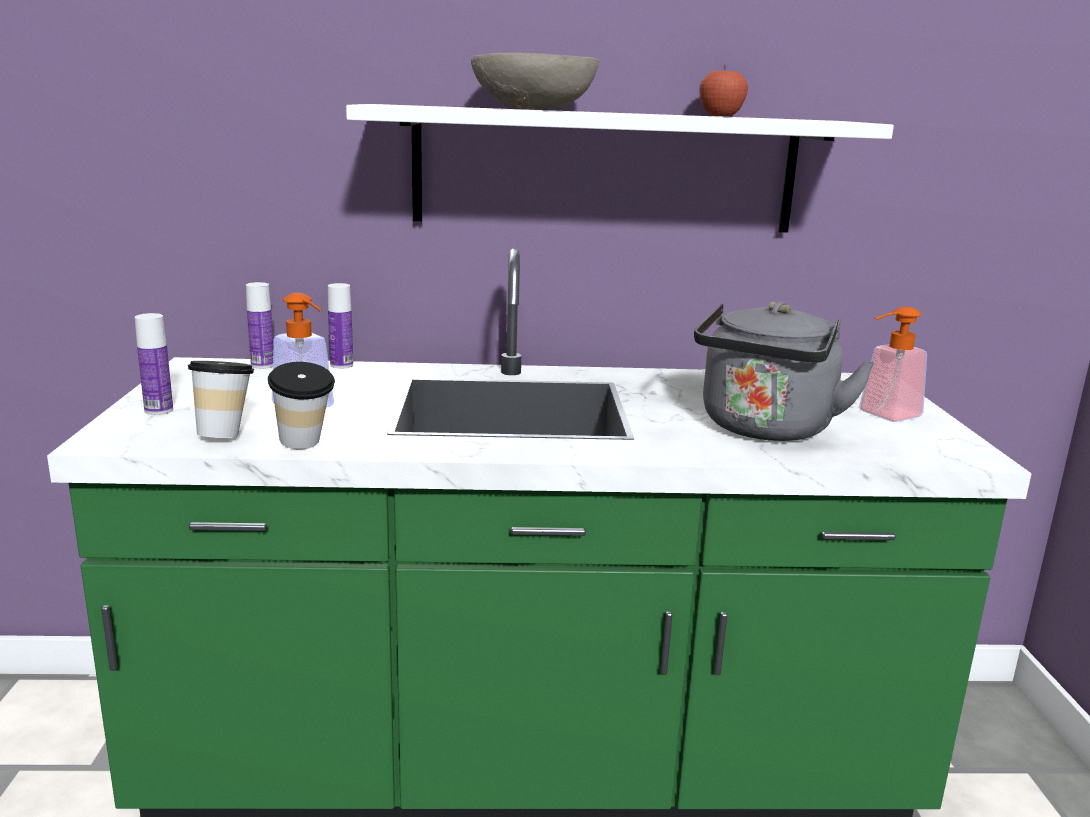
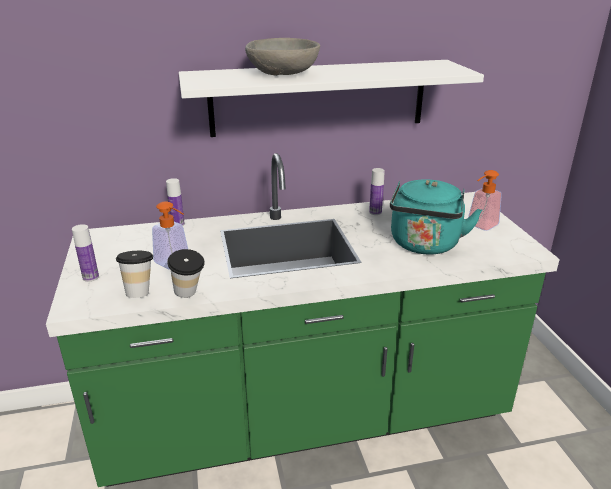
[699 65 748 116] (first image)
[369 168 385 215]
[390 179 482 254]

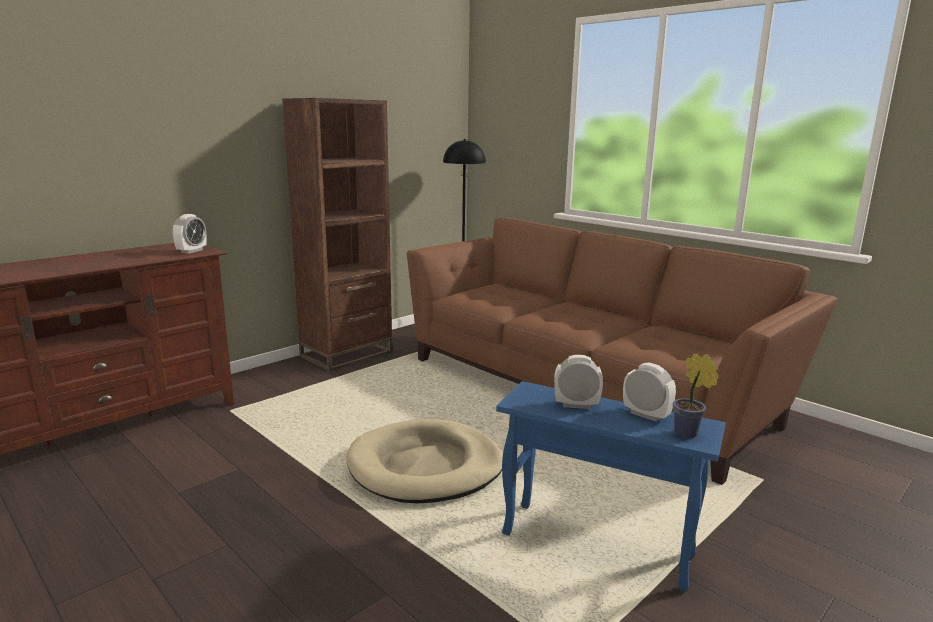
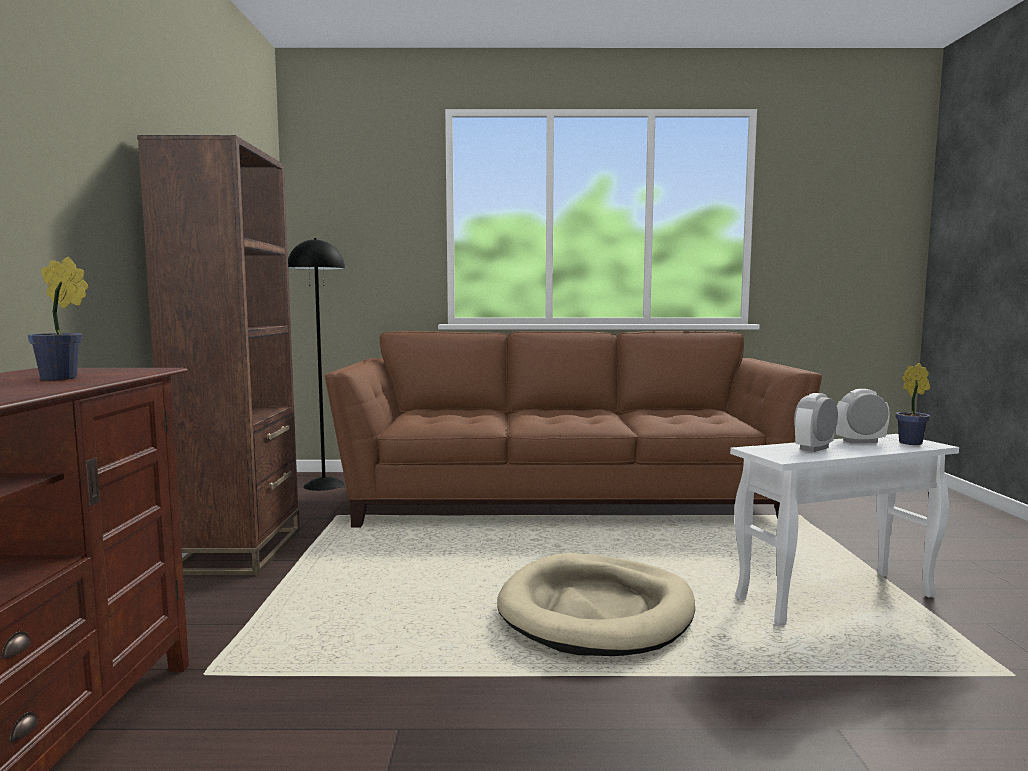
[173 214 207 254] (first image)
[28 257 89 380]
[730 434 959 626]

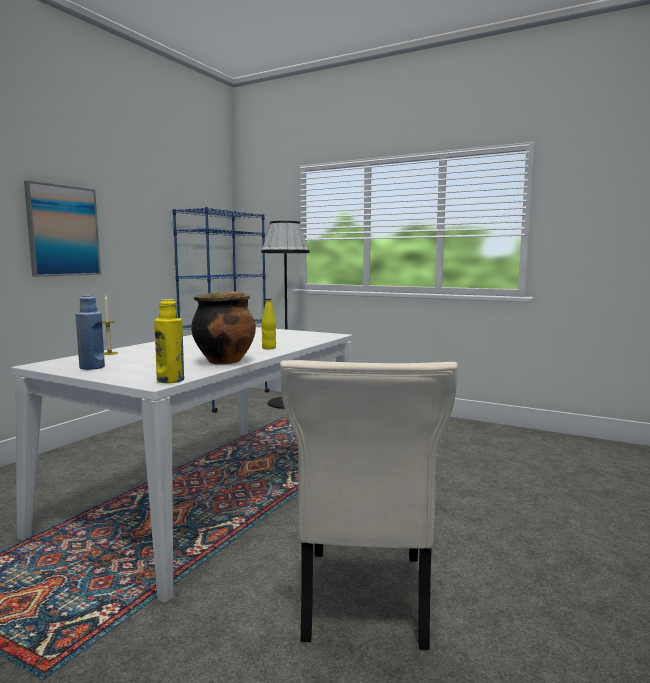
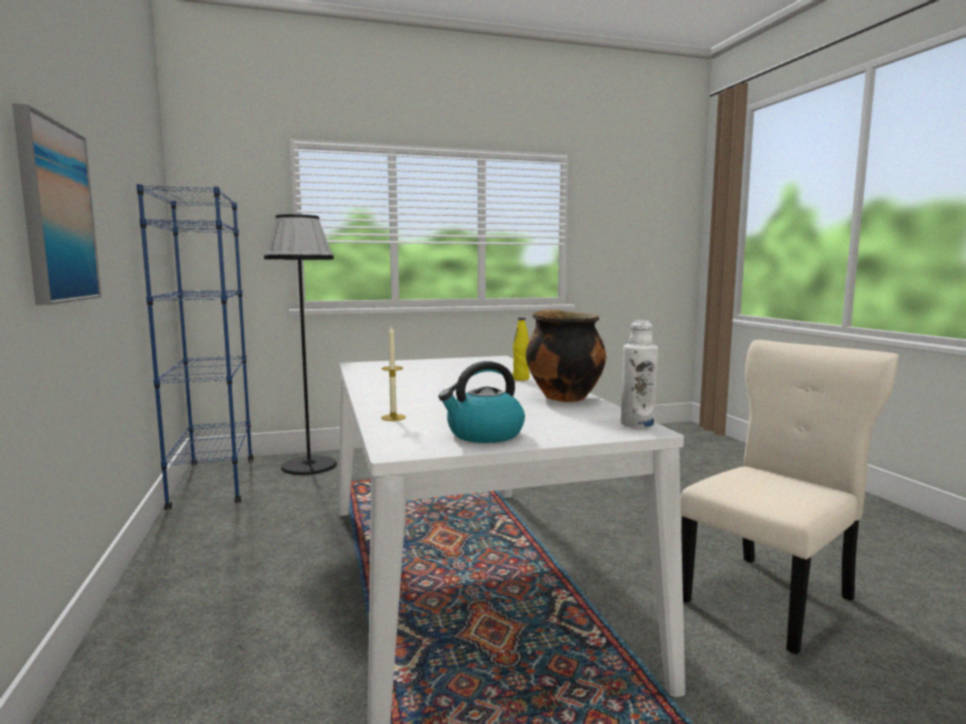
[438 361 525 443]
[621 320 658 428]
[681 340 899 655]

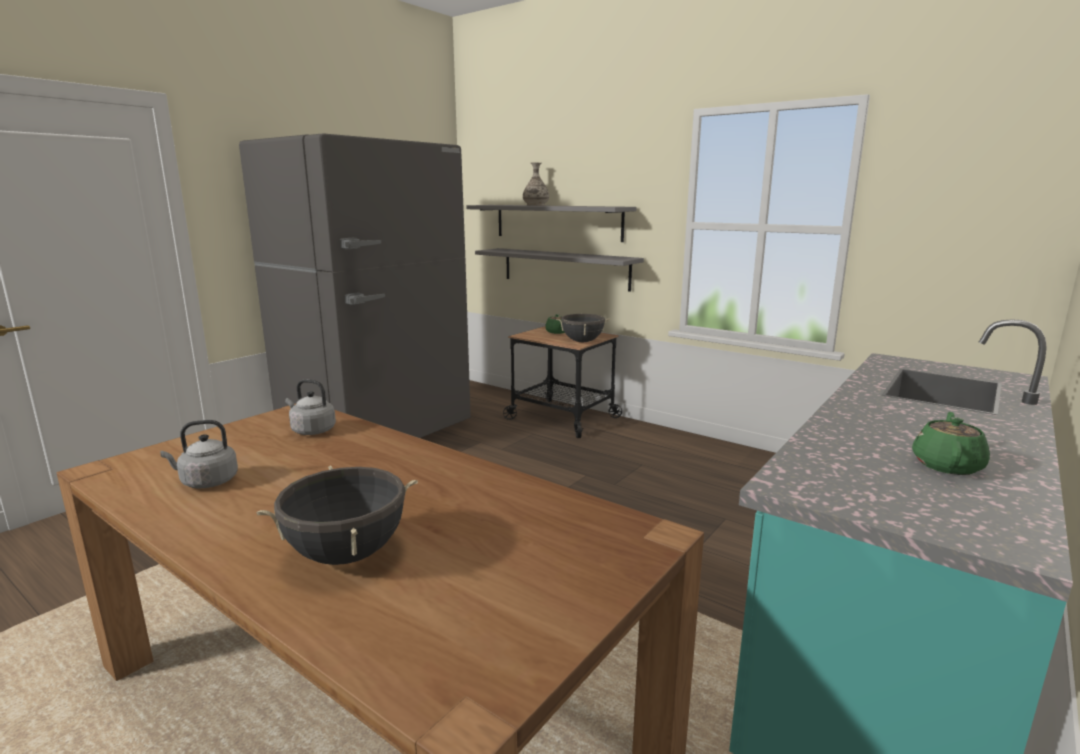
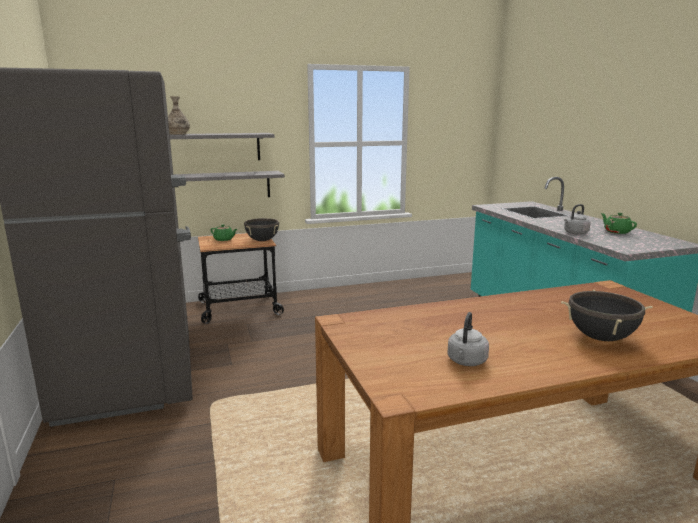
[564 204 591 235]

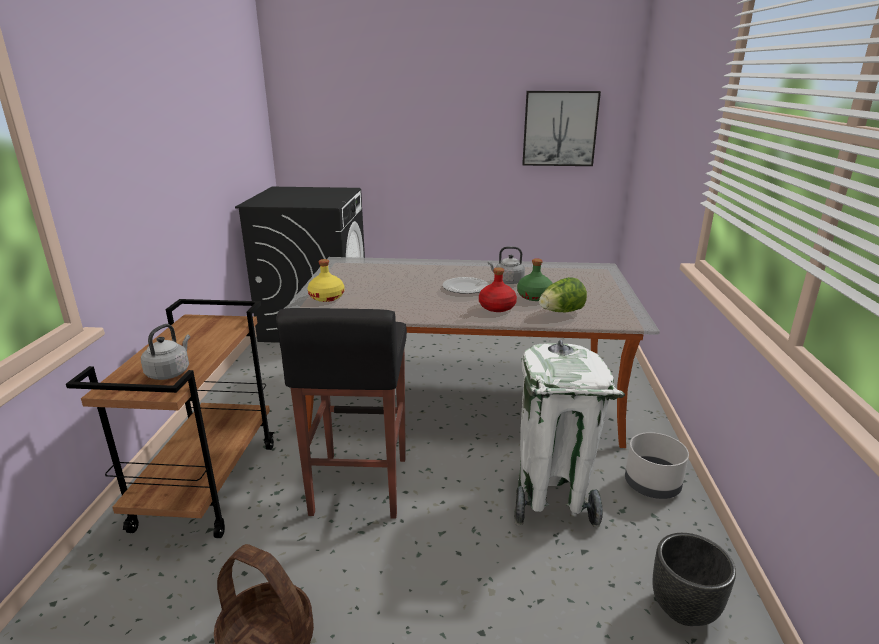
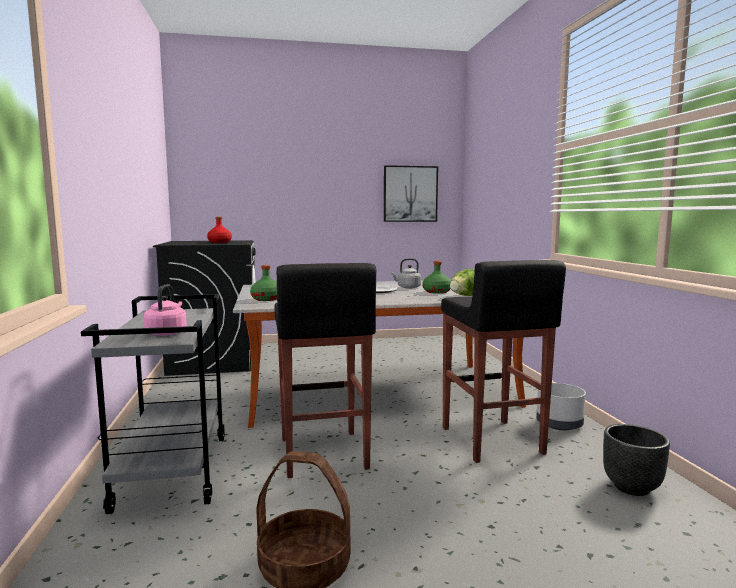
[207 217 232 243]
[441 260 566 463]
[81 294 225 514]
[144 284 187 336]
[250 265 277 301]

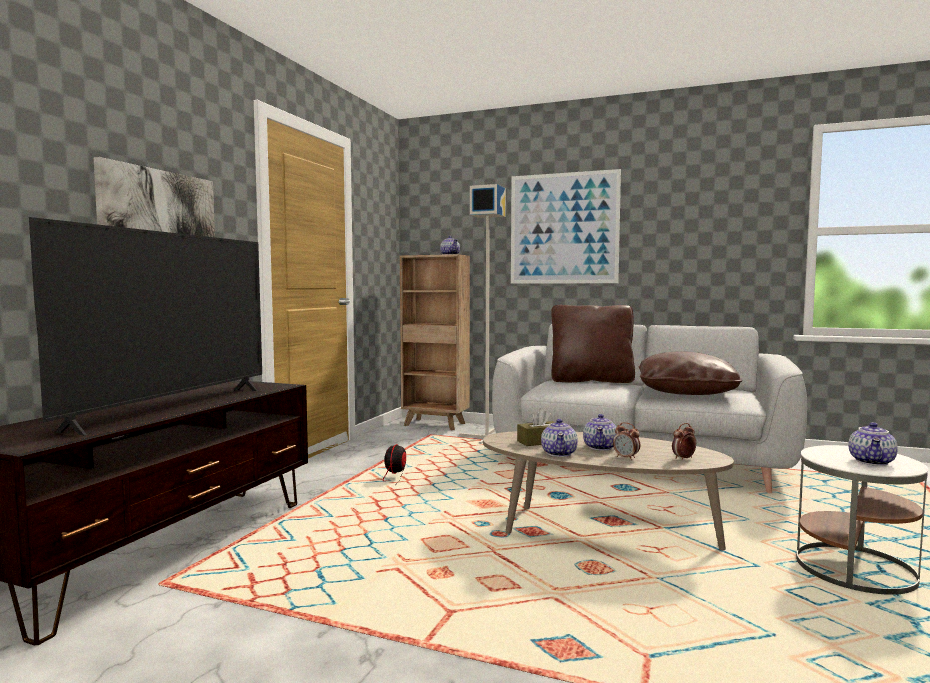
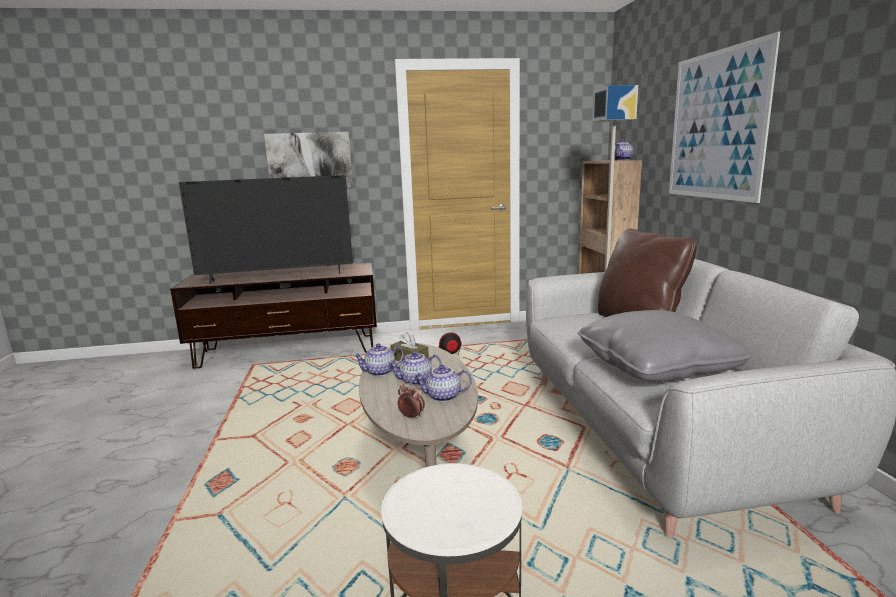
[613 422 640 460] (first image)
[414 365 472 402]
[578 310 752 382]

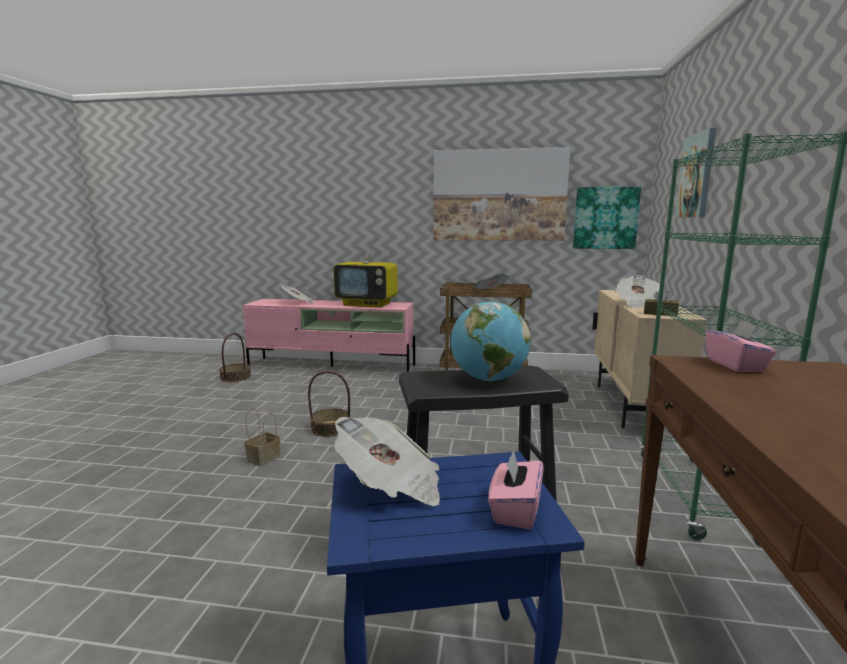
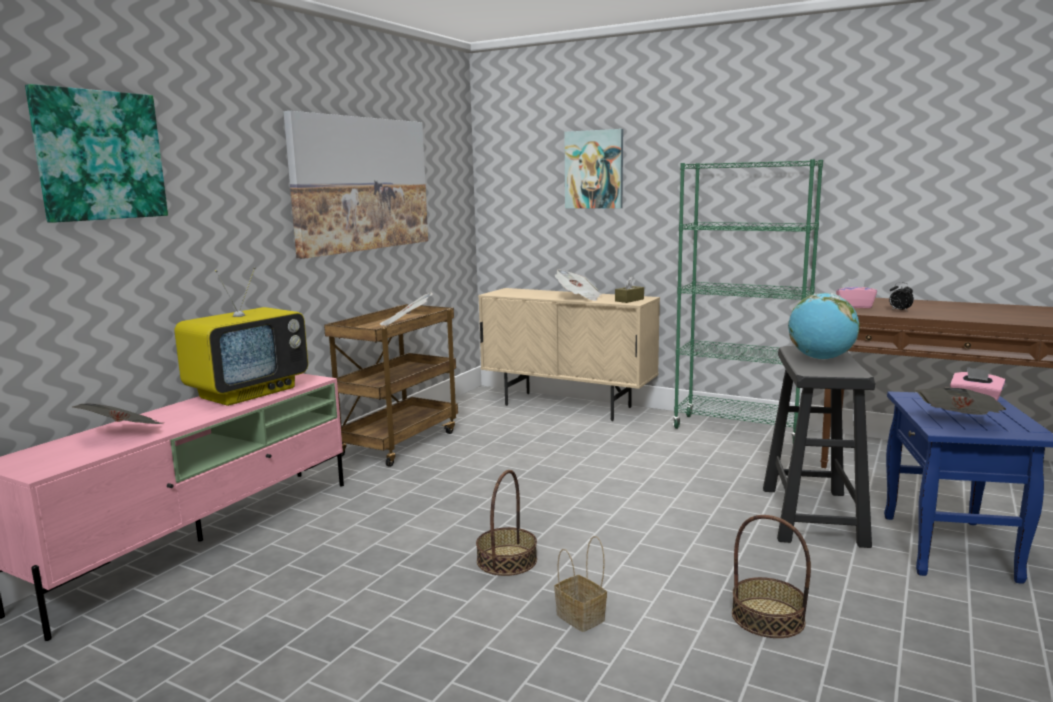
[889 282 914 311]
[732 515 811 638]
[25 84 168 223]

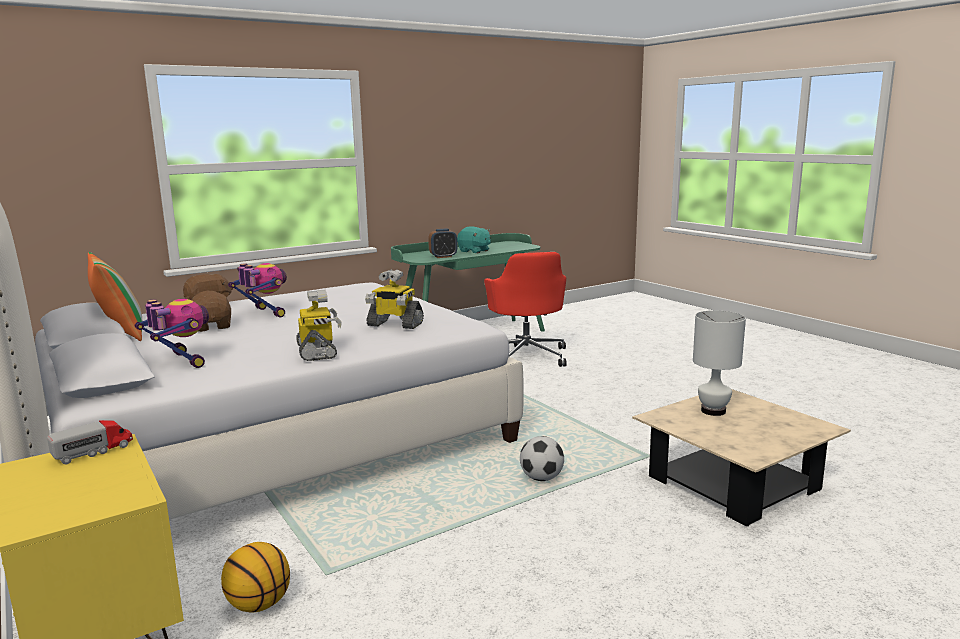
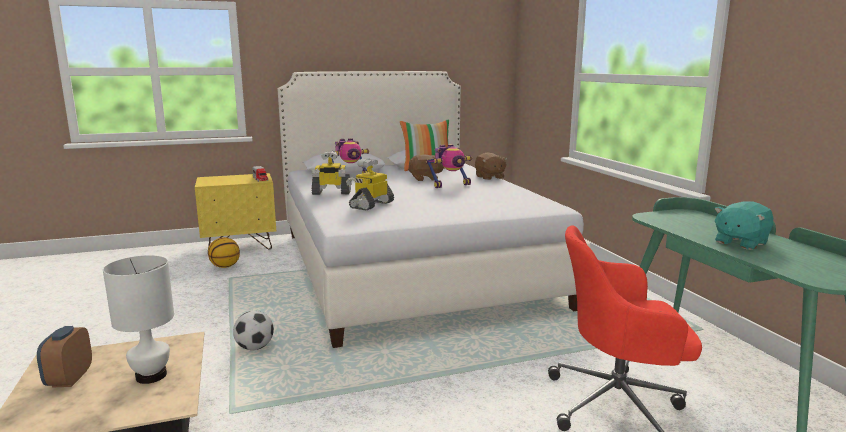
[37 326 92 387]

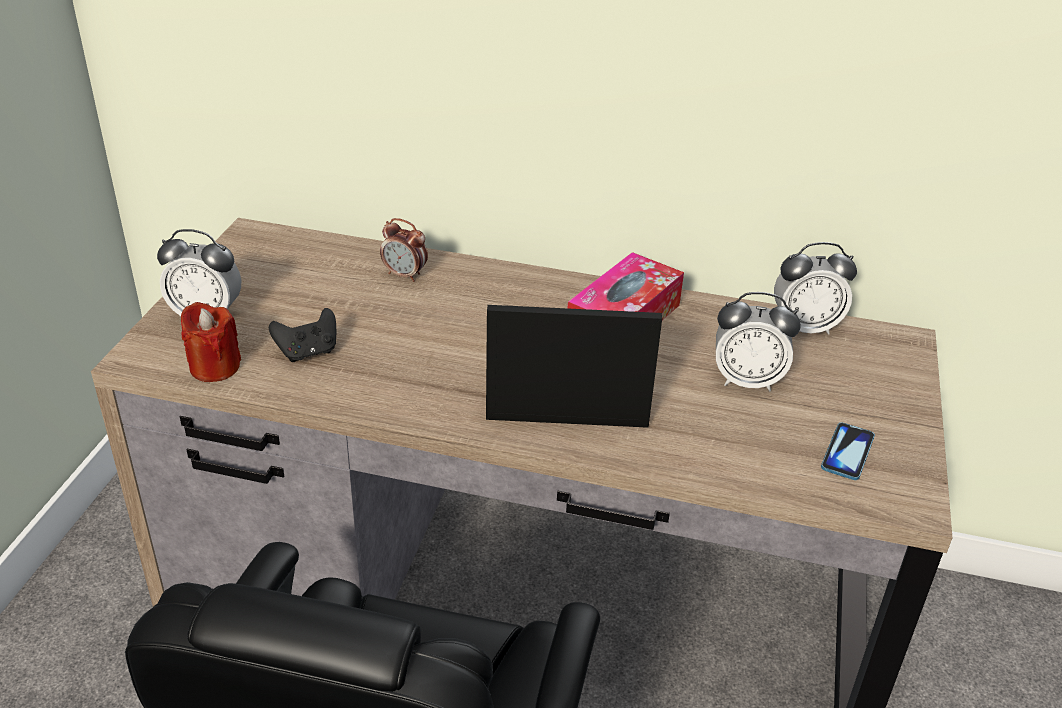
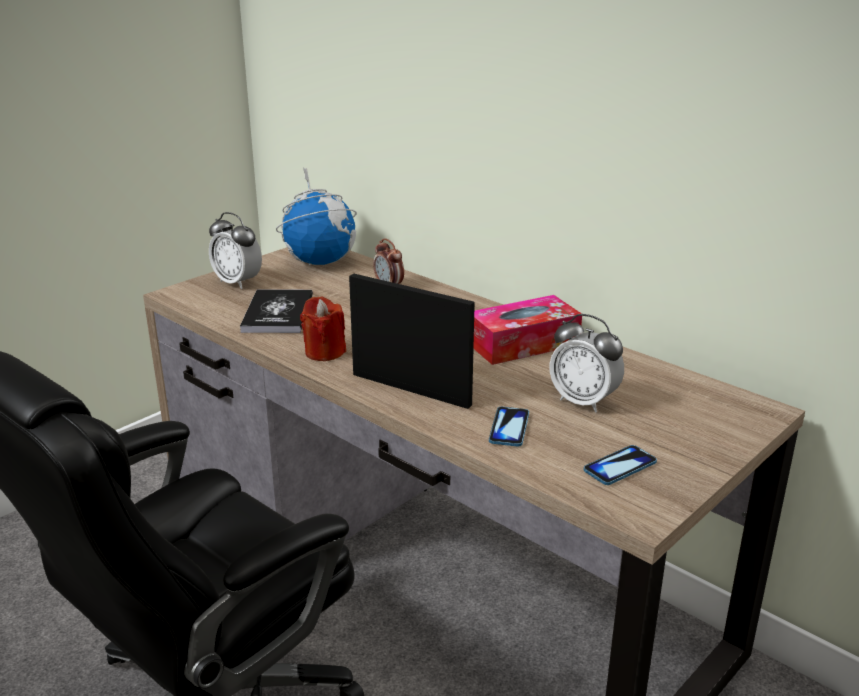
[774 242 857 334] (first image)
[276 167 357 265]
[489 407 529 447]
[300 296 346 361]
[240 289 313 333]

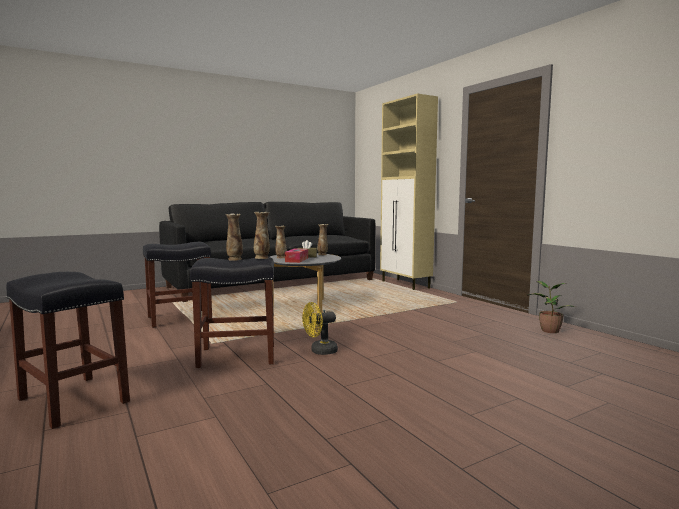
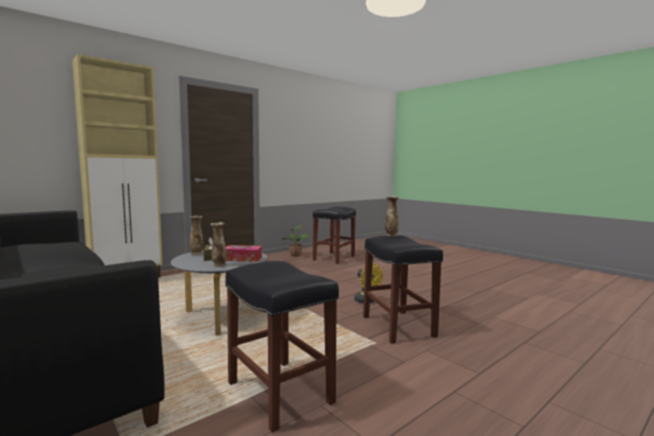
[225 214 243 261] (first image)
[313 206 356 264]

